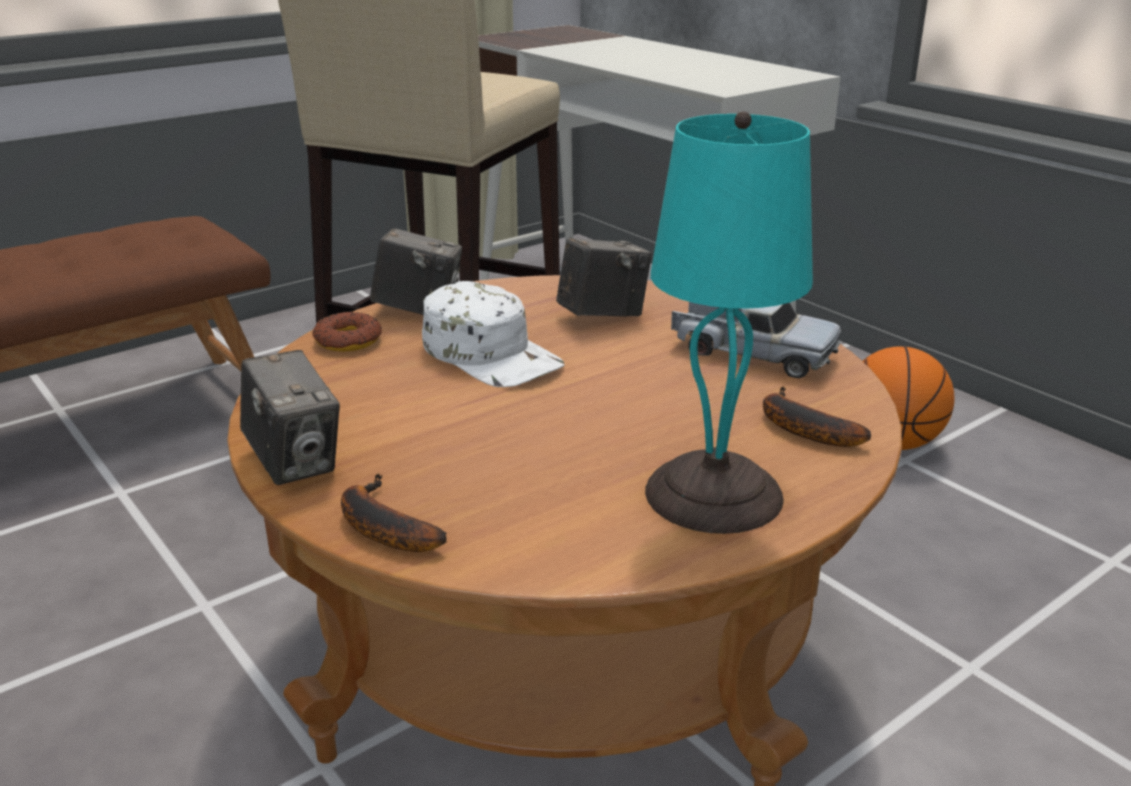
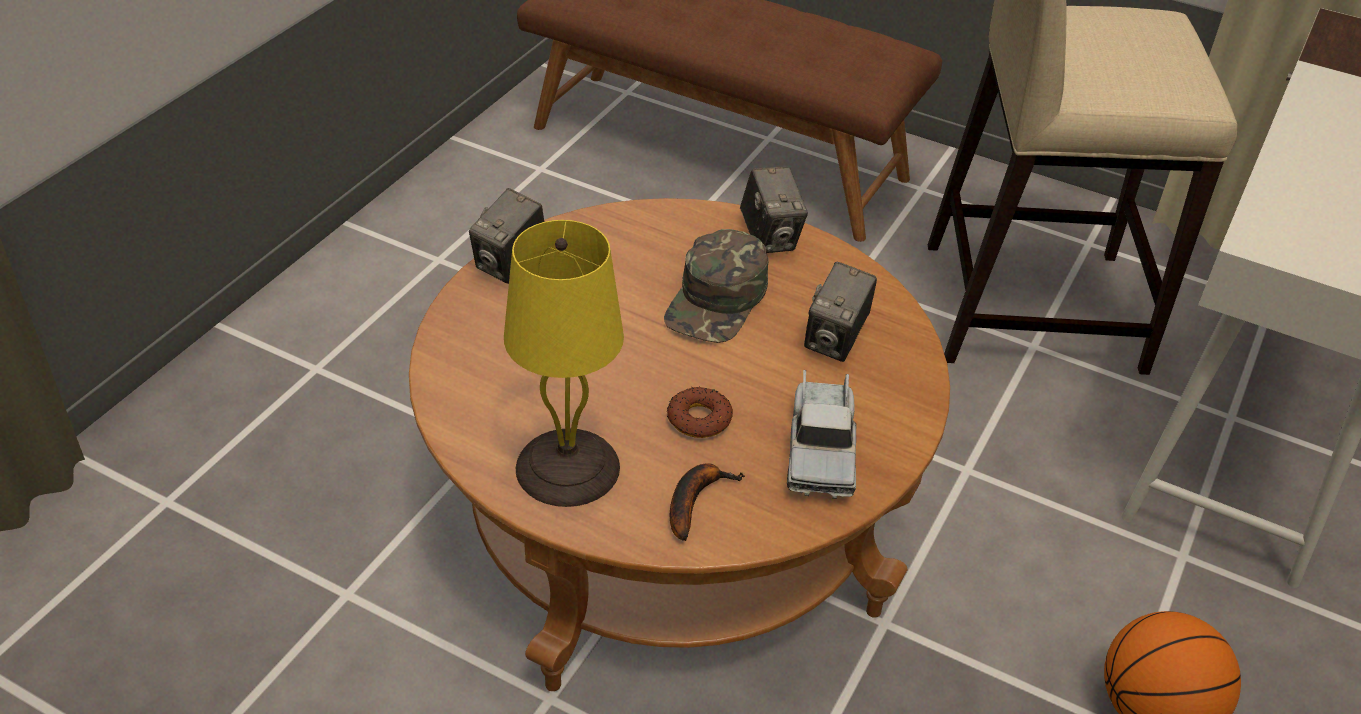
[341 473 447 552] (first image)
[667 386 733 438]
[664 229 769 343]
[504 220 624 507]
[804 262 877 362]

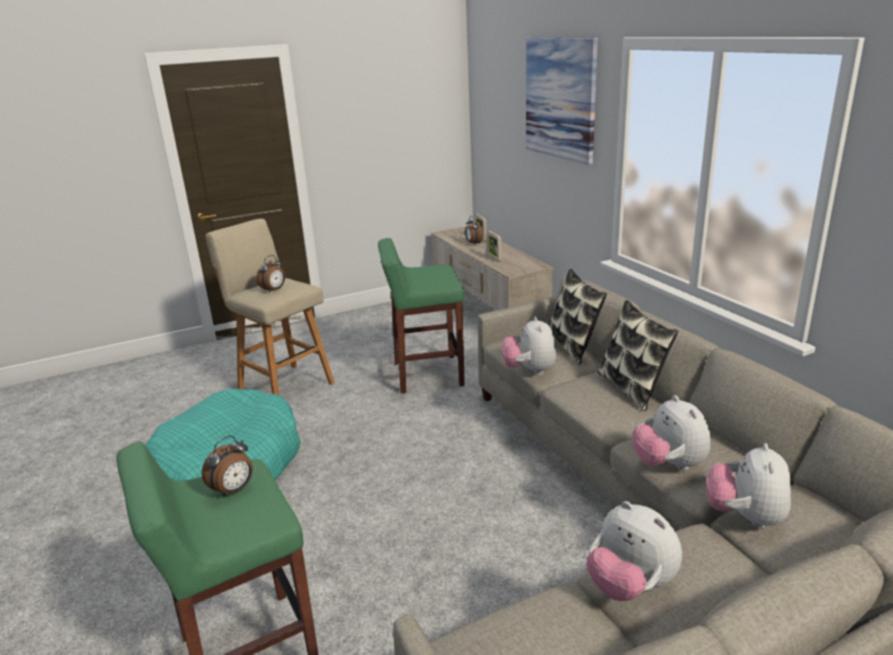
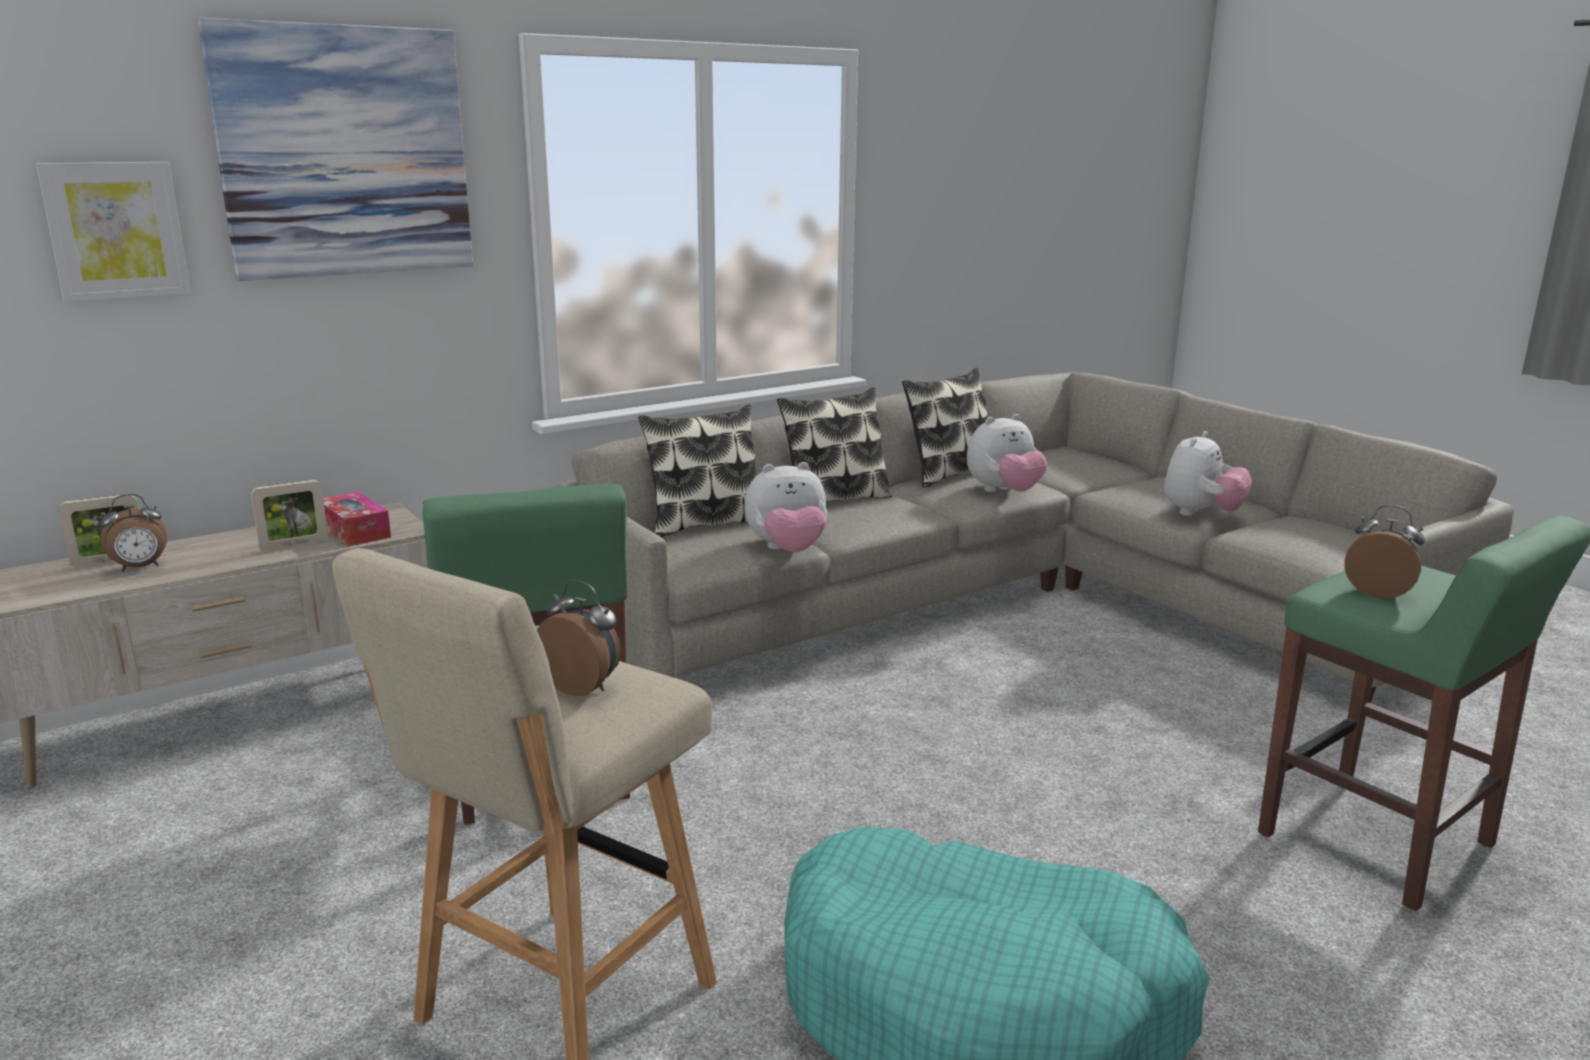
[706 443 791 528] (first image)
[36 162 191 302]
[323 491 391 547]
[902 368 987 487]

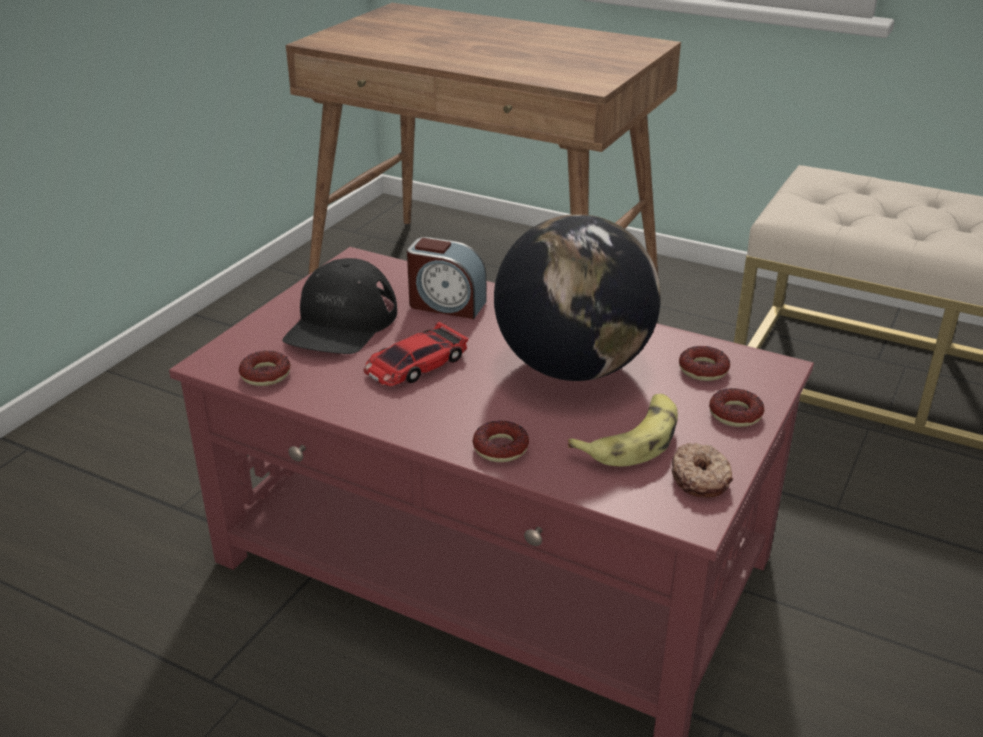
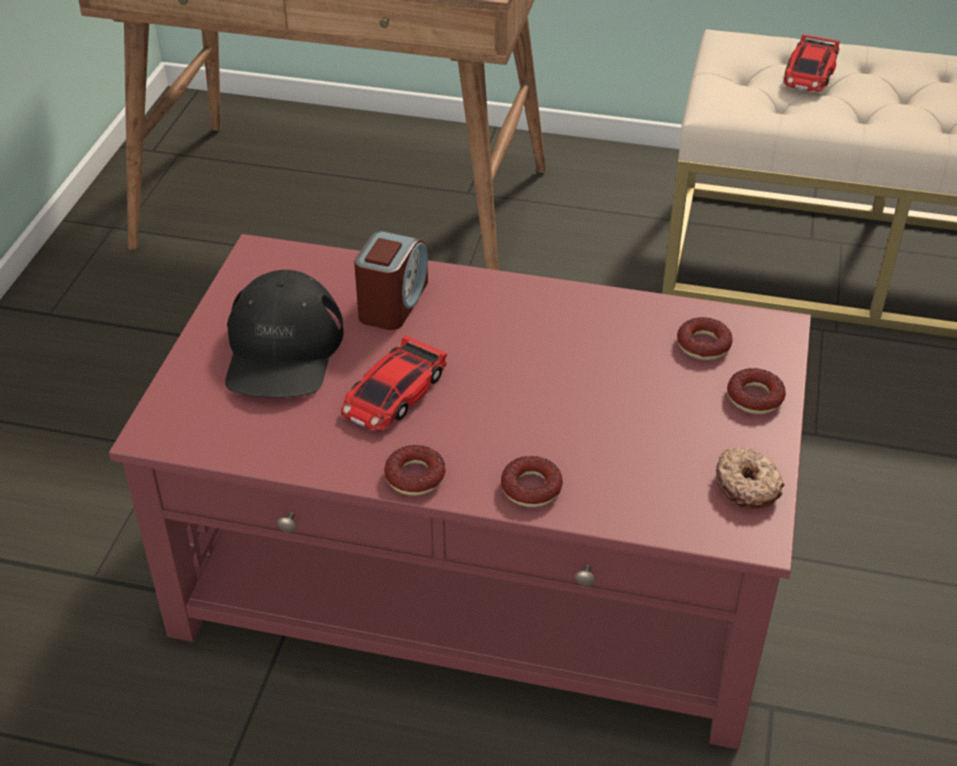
[494 214 661 381] (first image)
[568 394 678 467] (first image)
[784 34 840 92]
[384 445 446 495]
[354 231 428 330]

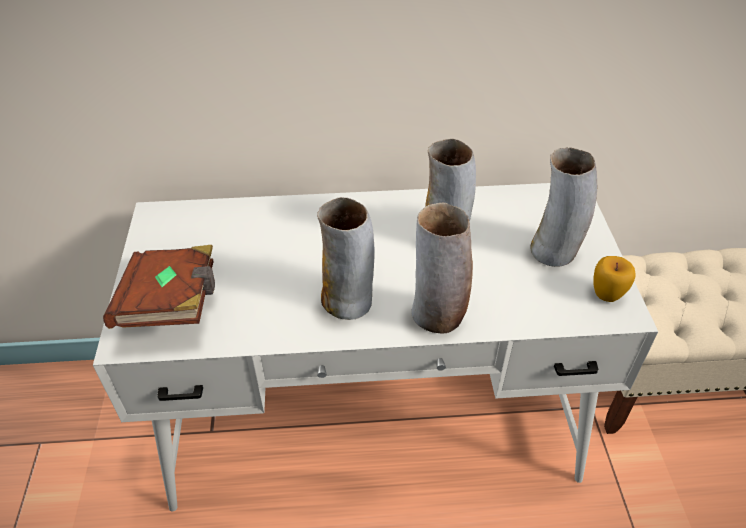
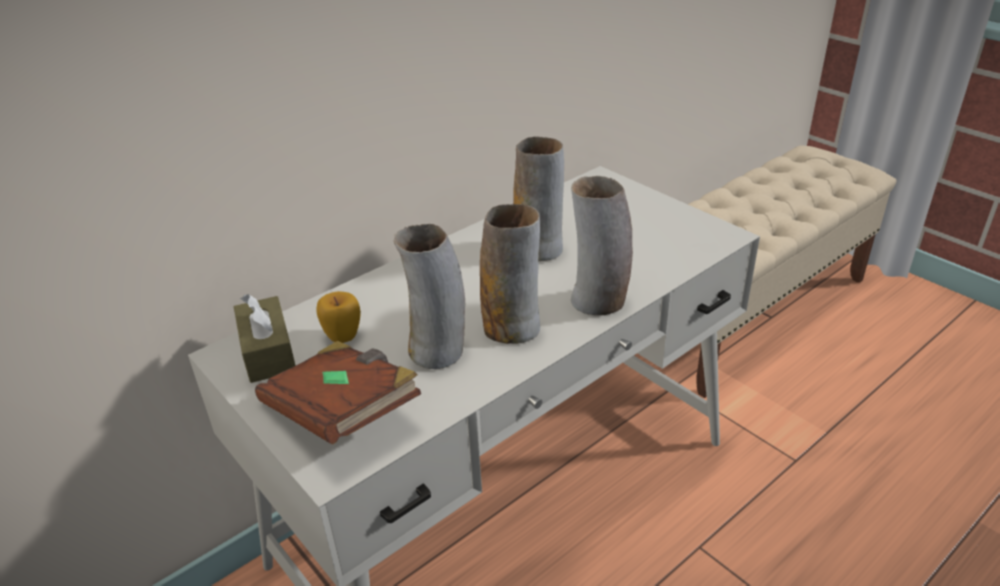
[234 294 296 383]
[394 224 465 369]
[316 291 361 343]

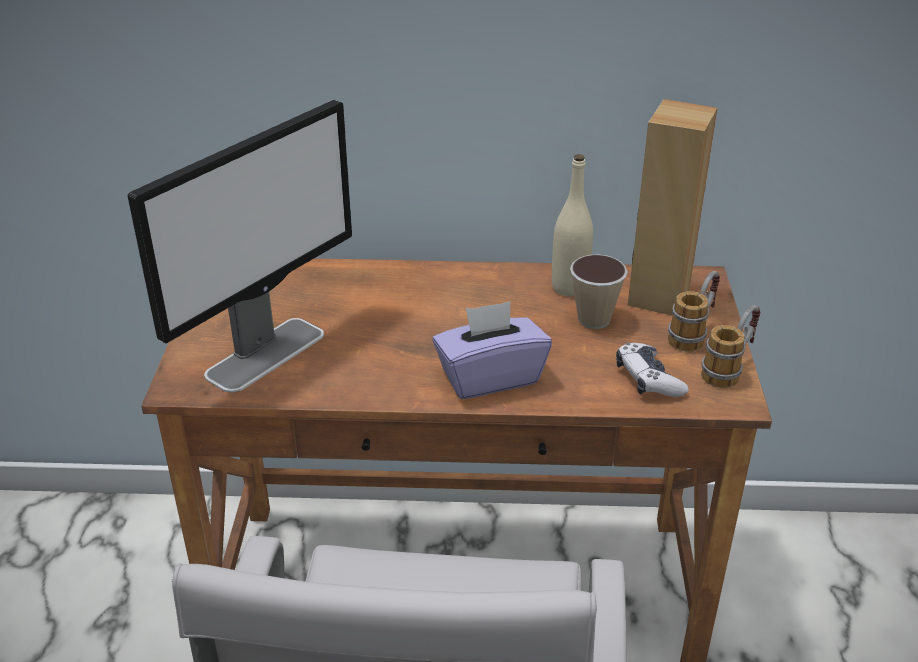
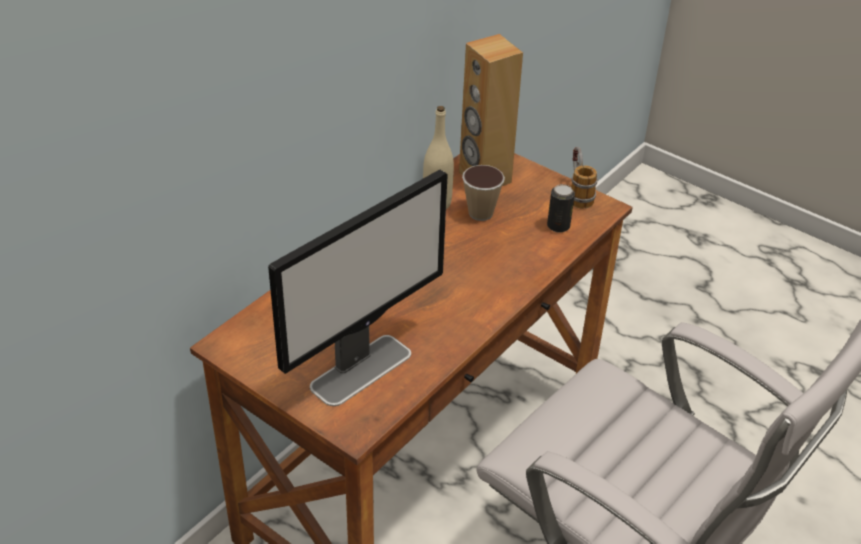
[432 301 552 399] (first image)
[668 271 720 352] (first image)
[547 184 575 233]
[268 170 448 406]

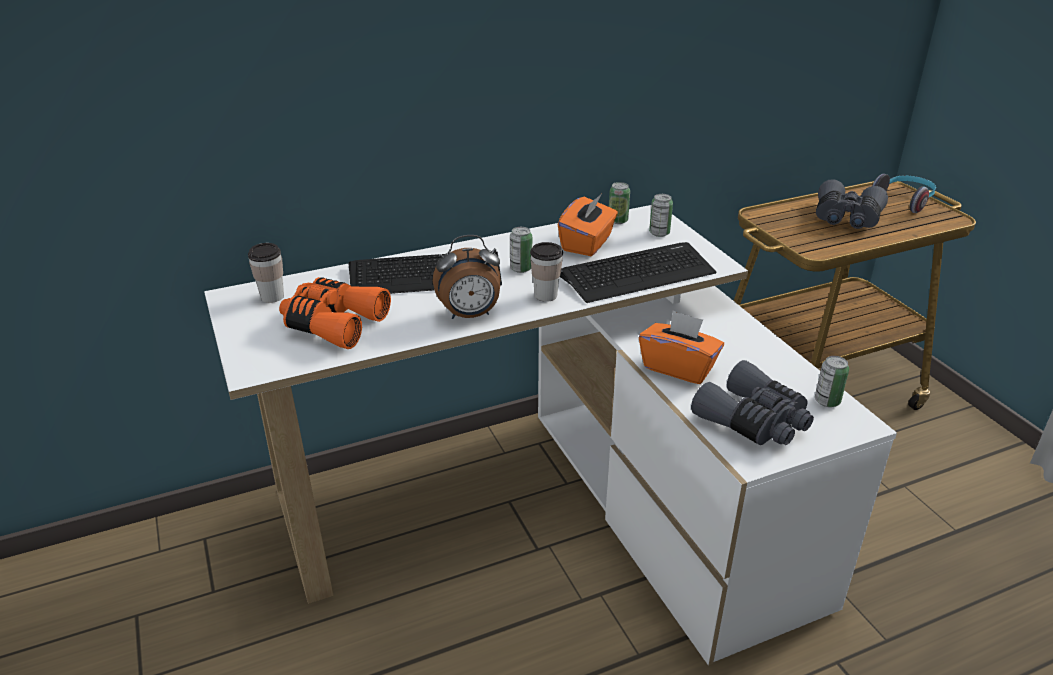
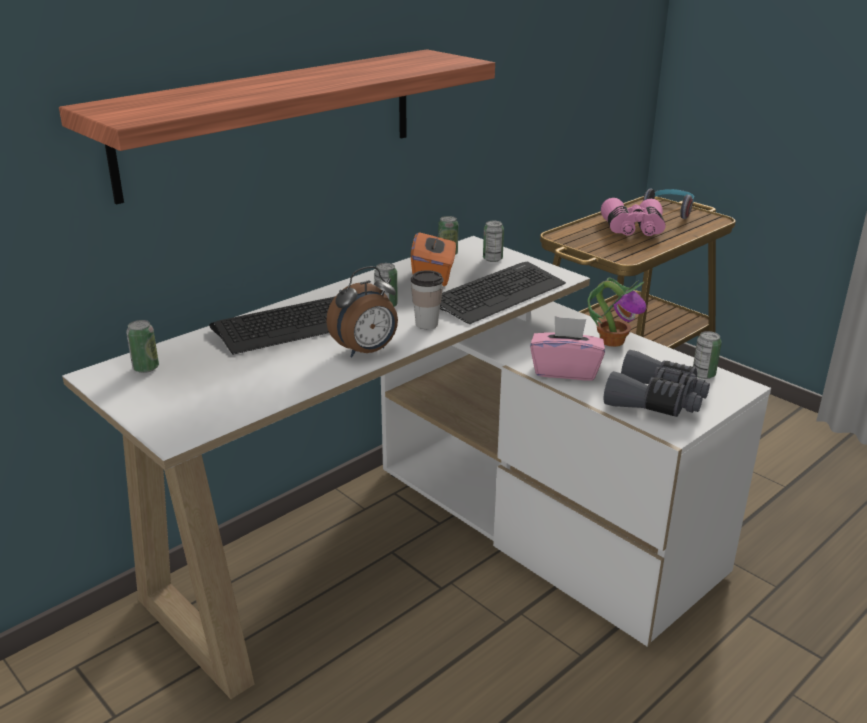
[279 277 391 349] (first image)
[59 49 495 204]
[588 277 646 347]
[126 320 159 373]
[530 316 605 380]
[601 198 666 236]

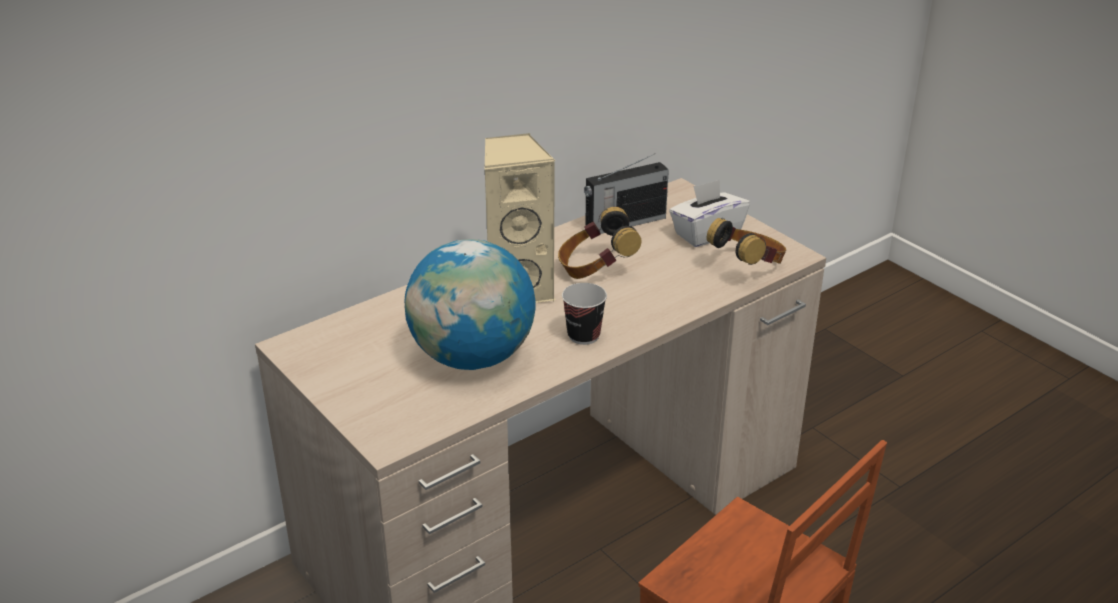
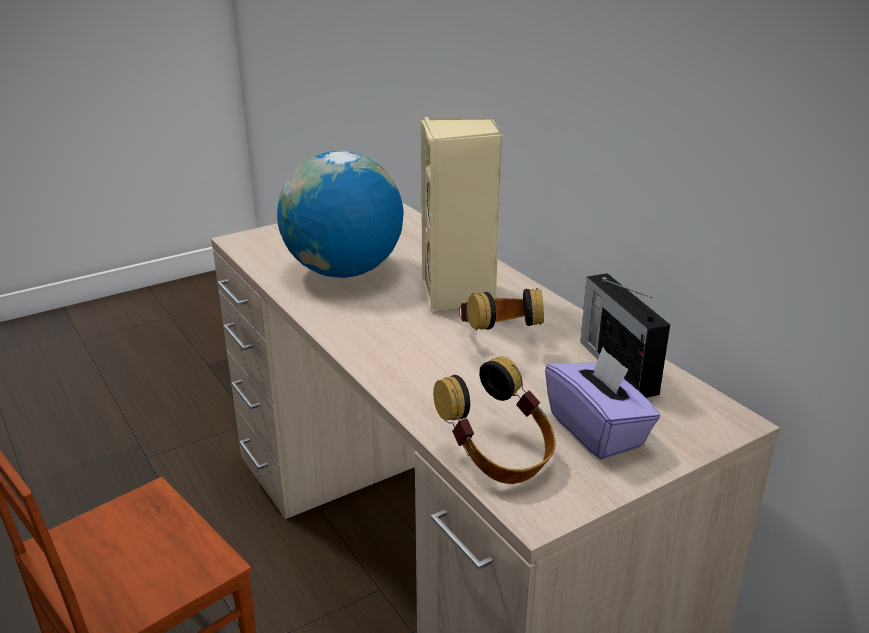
[562 283 607 345] (first image)
[545 347 661 460]

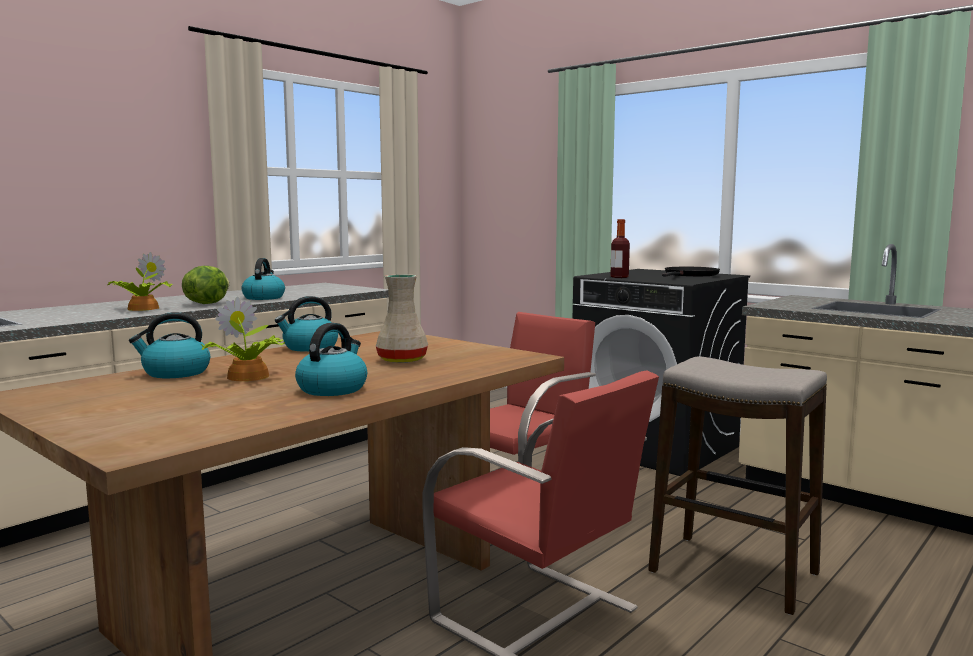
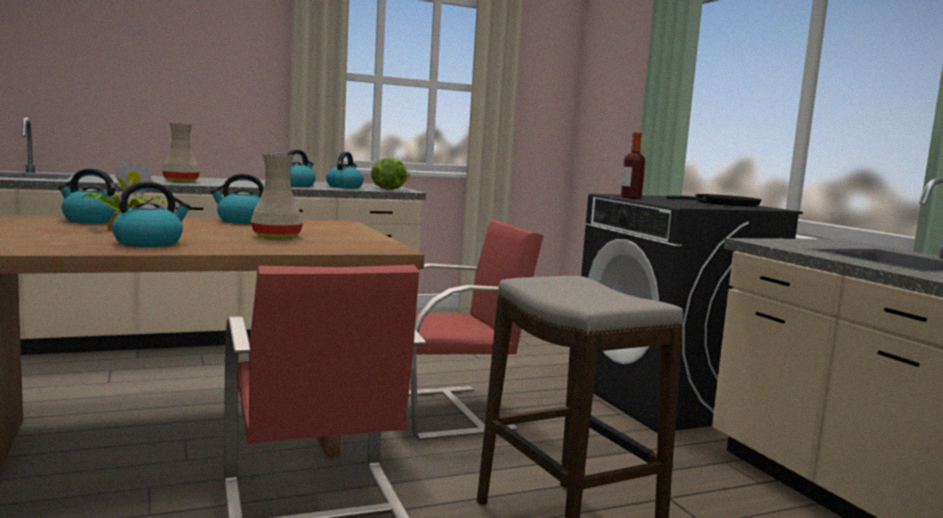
[326 152 363 188]
[371 158 410 190]
[162 123 200 182]

